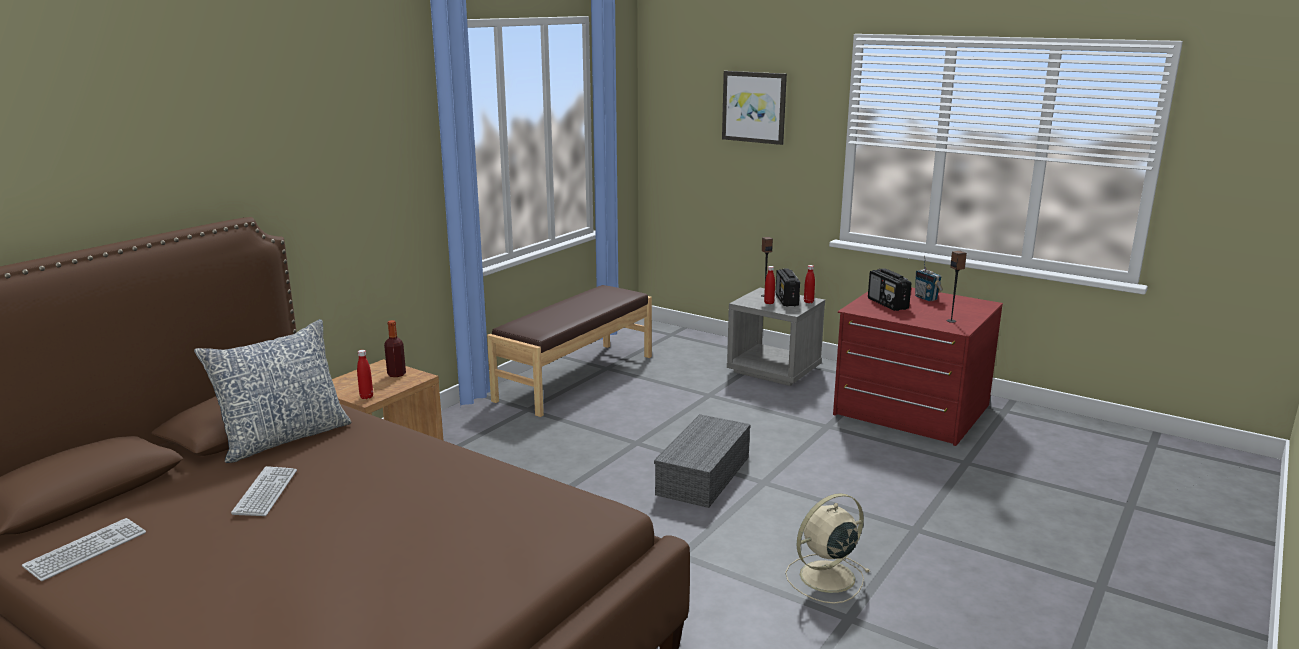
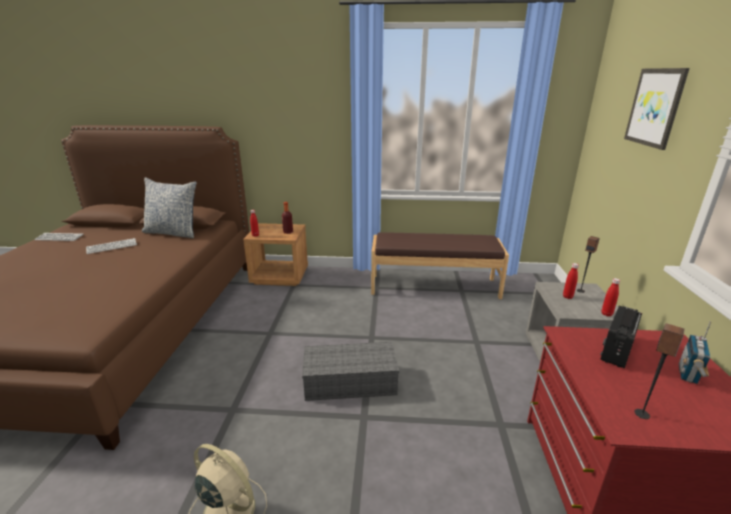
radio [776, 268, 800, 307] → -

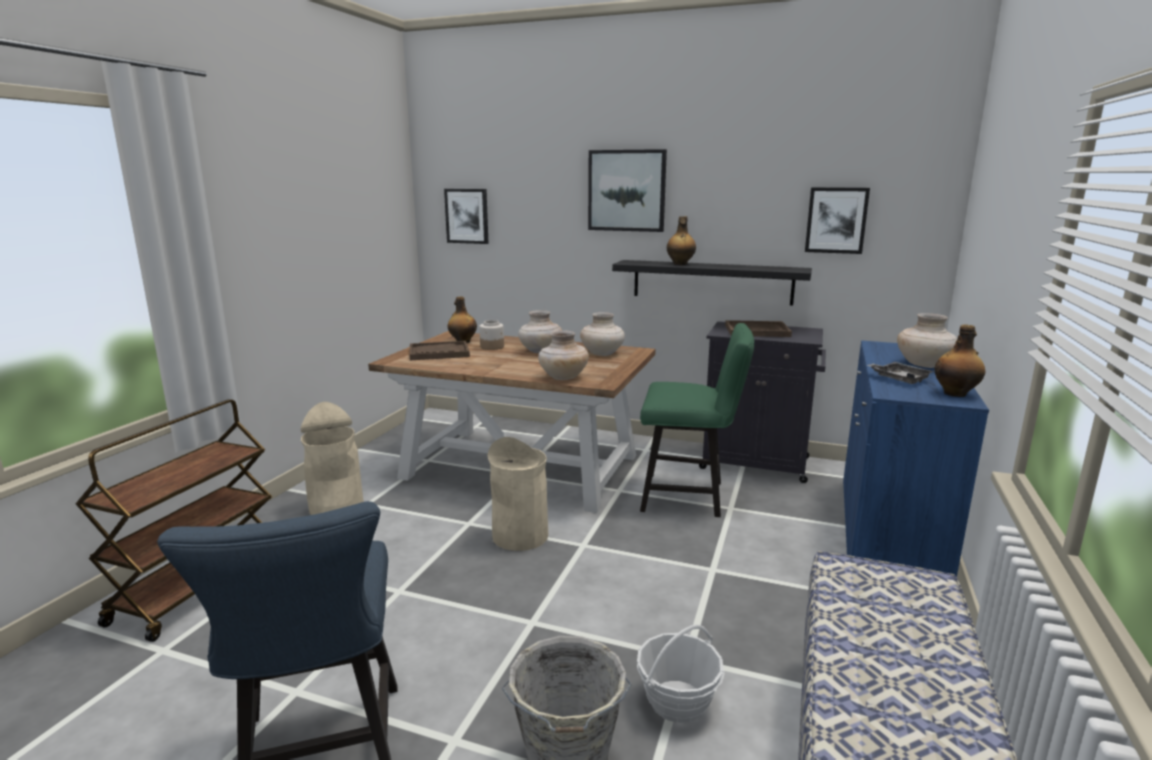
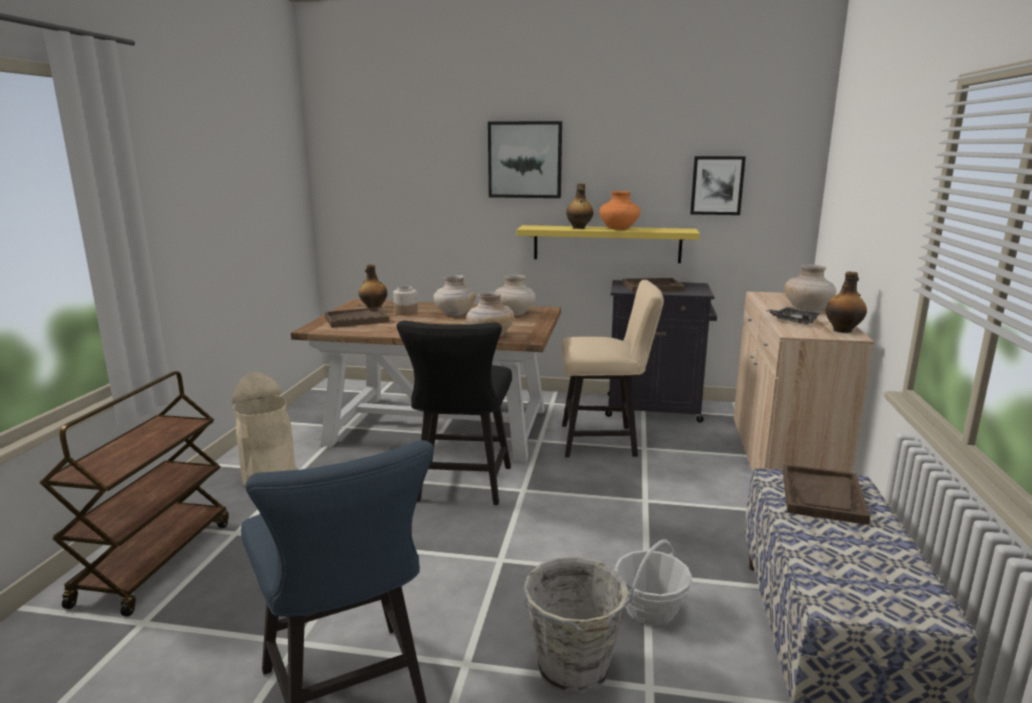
picture [444, 189, 489, 244] → -
beige trash can [488, 437, 548, 551] → black chair [397, 321, 512, 505]
black shelf [612, 260, 812, 306] → yellow shelf [516, 225, 700, 263]
green chair [640, 323, 754, 517] → beige chair [562, 280, 664, 458]
blue cabinet [843, 340, 989, 577] → beige cabinet [733, 292, 874, 473]
- → orange vase [599, 191, 640, 230]
- → brown tray [783, 464, 870, 525]

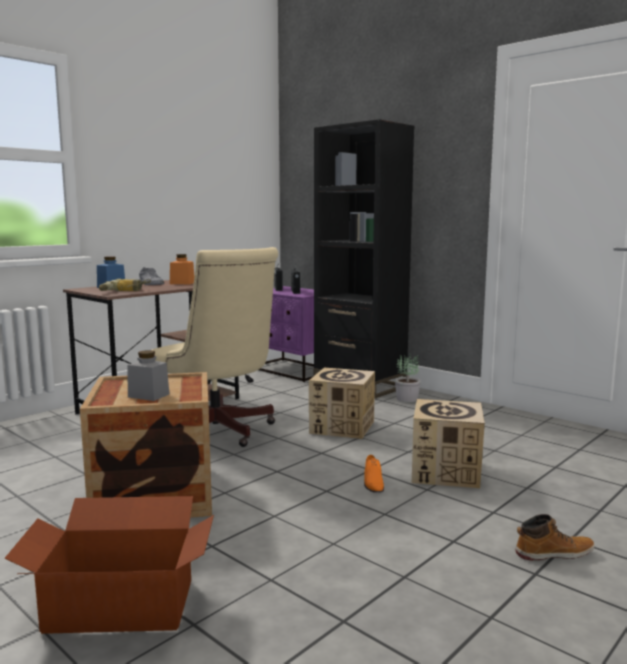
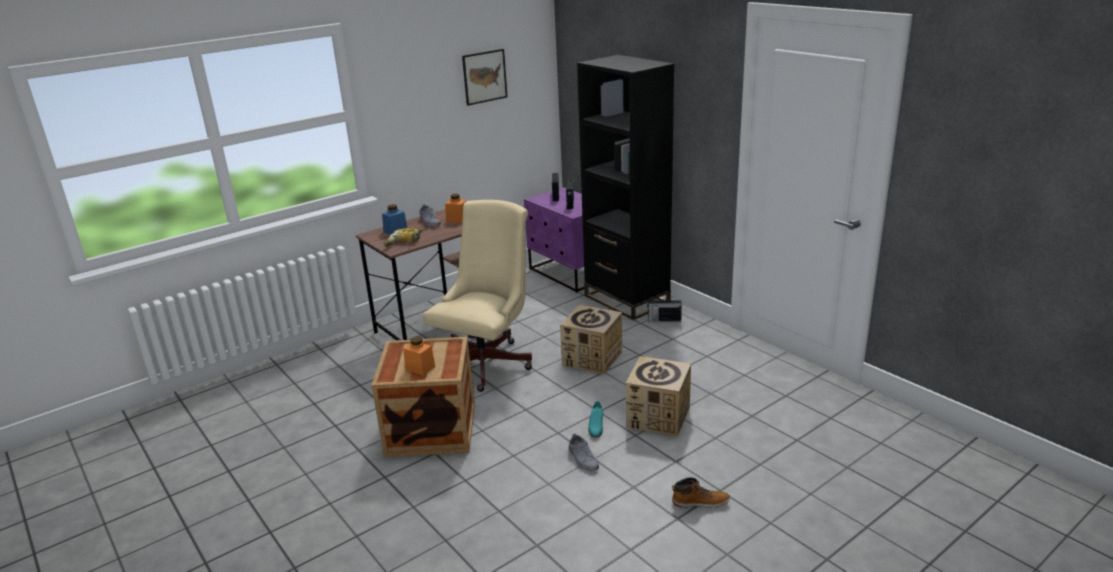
cardboard box [4, 496, 214, 634] → -
grey jar [128, 350, 170, 401] → orange jar [403, 337, 435, 376]
beige office chair [152, 247, 278, 447] → beige office chair [423, 200, 532, 392], 120 degrees counterclockwise
orange shoe [364, 455, 384, 493] → turquoise shoe [588, 402, 603, 438]
potted plant [395, 354, 421, 402] → radio [647, 296, 682, 323]
- → picture [462, 49, 508, 106]
- → grey shoe [569, 433, 599, 471]

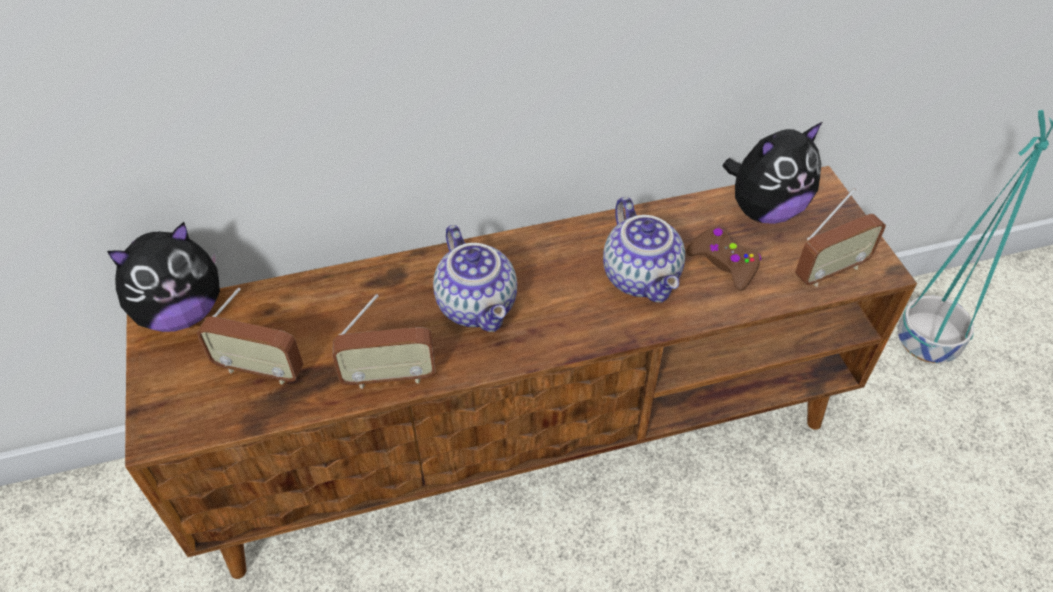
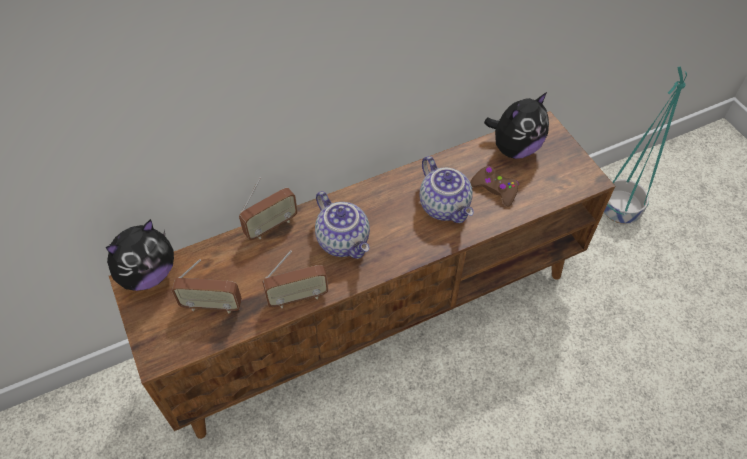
radio [795, 188, 886, 287] → radio [239, 178, 298, 240], moved

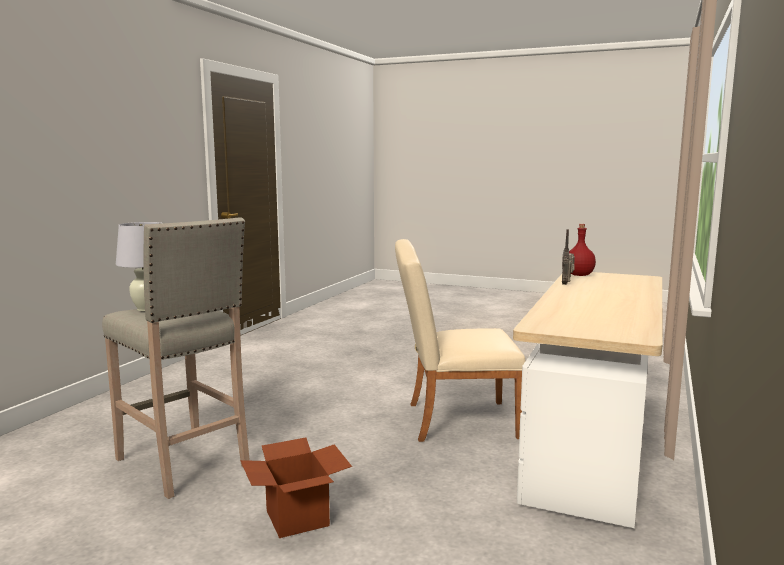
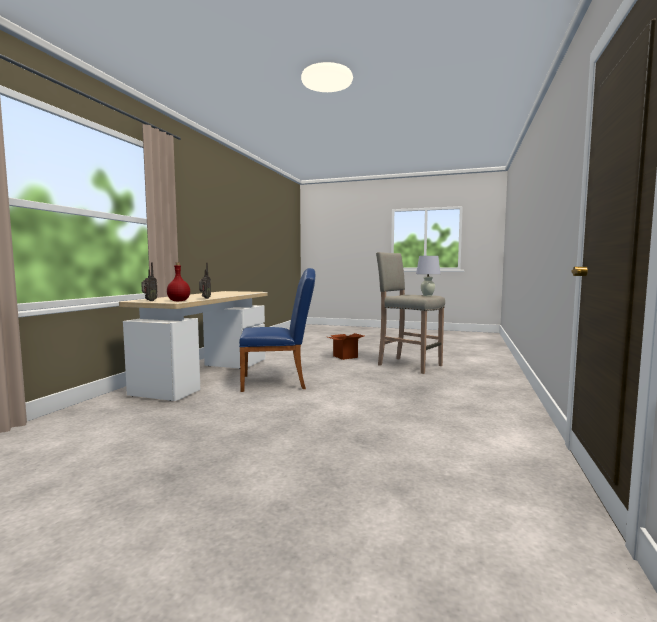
beige chair [395, 239, 526, 442] → blue chair [239, 268, 315, 392]
- → radio [141, 262, 158, 301]

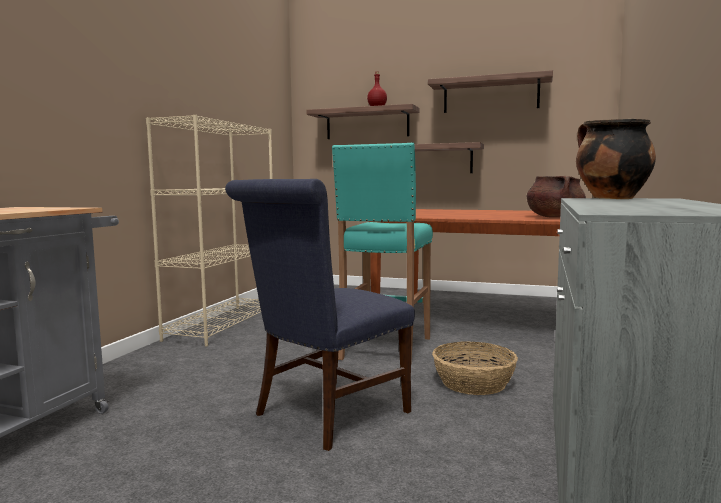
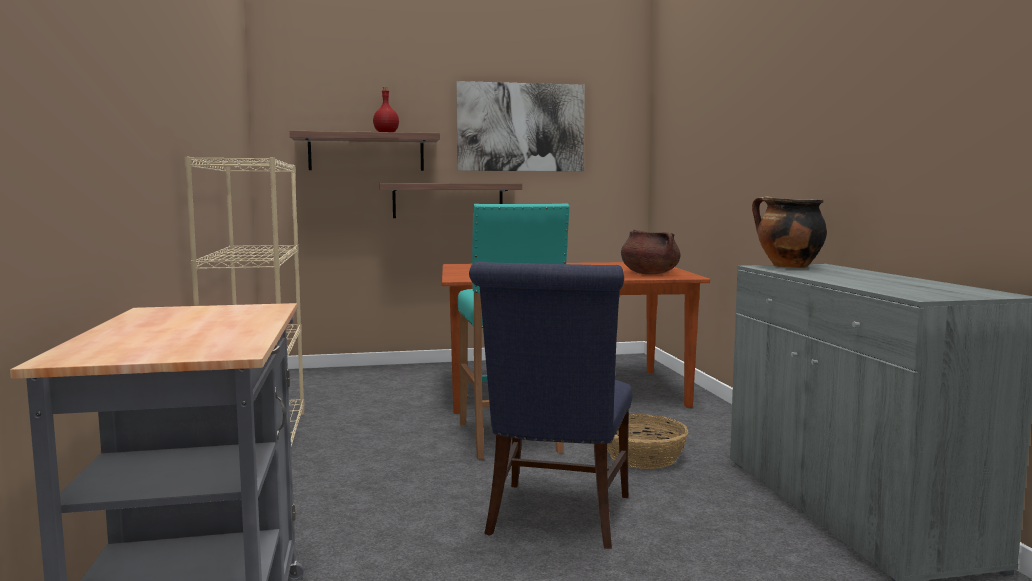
shelf [428, 70, 553, 113] → picture [456, 81, 585, 171]

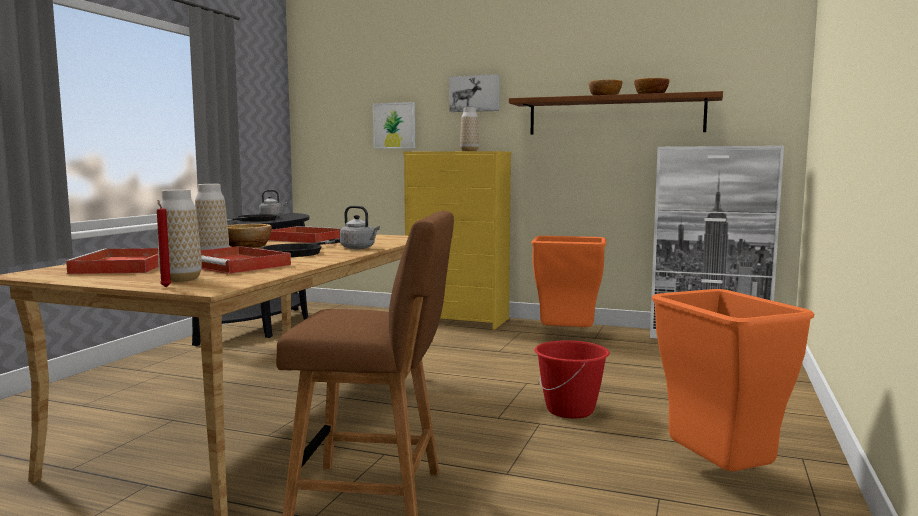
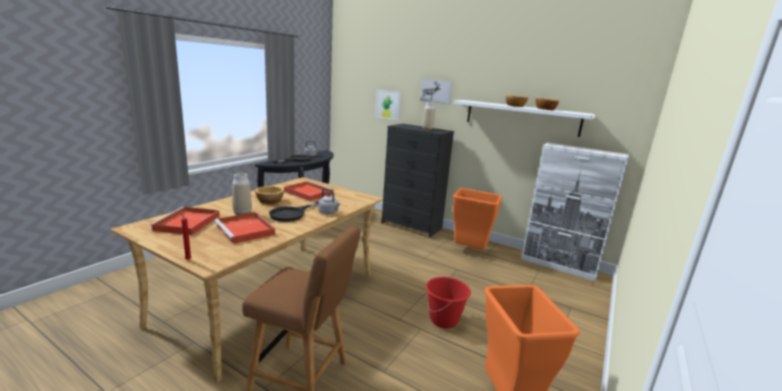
vase [158, 189, 202, 282] → -
yellow dresser [403, 151, 512, 330] → black dresser [382, 124, 454, 238]
brown shelf [509, 91, 723, 135] → white shelf [453, 100, 595, 137]

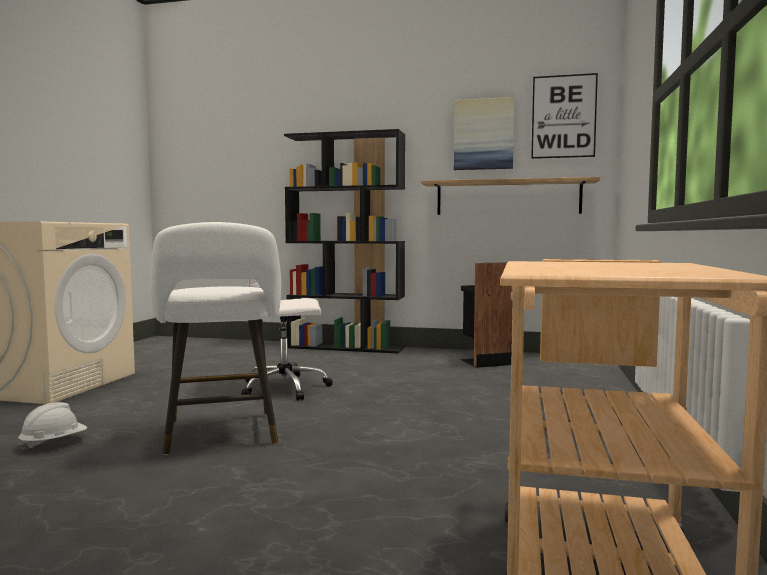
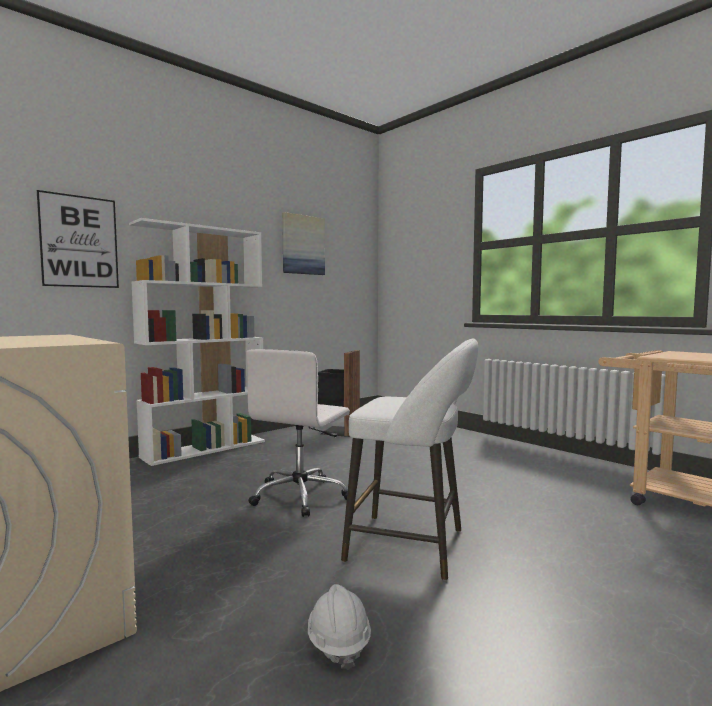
black bookcase [284, 129, 405, 353] → white bookcase [129, 218, 265, 466]
shelf [421, 177, 600, 215] → -
picture [531, 73, 598, 159] → picture [37, 190, 119, 288], moved

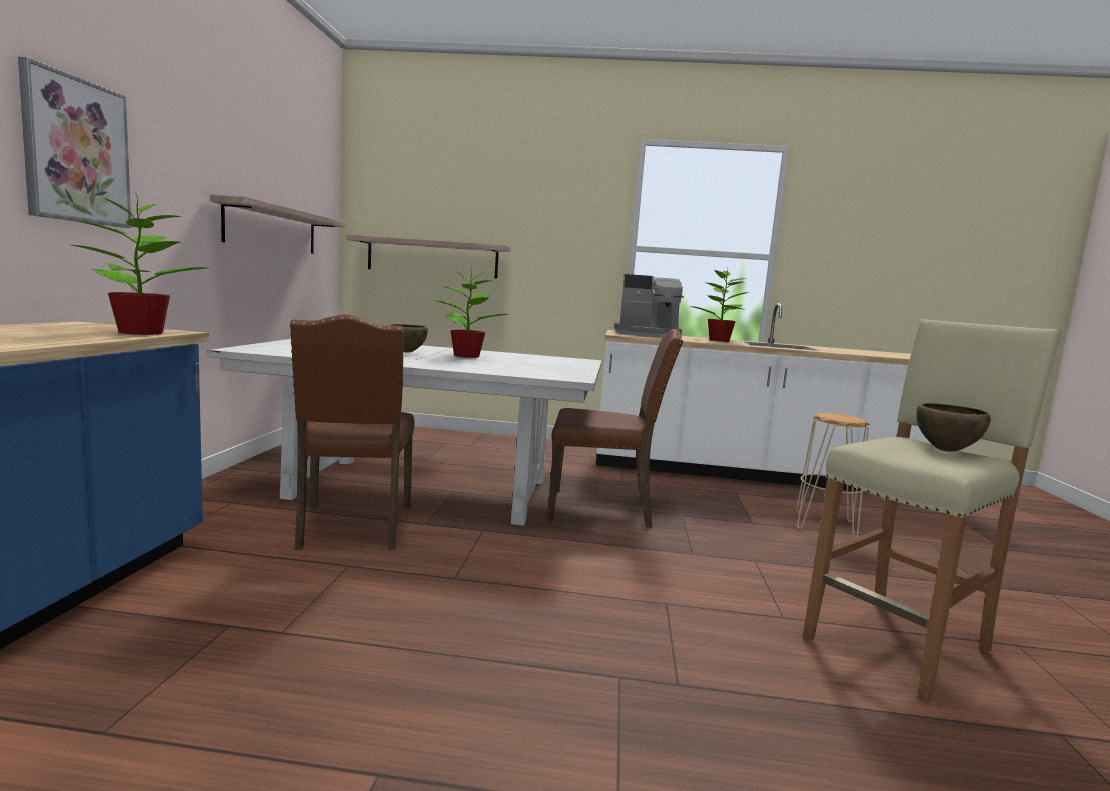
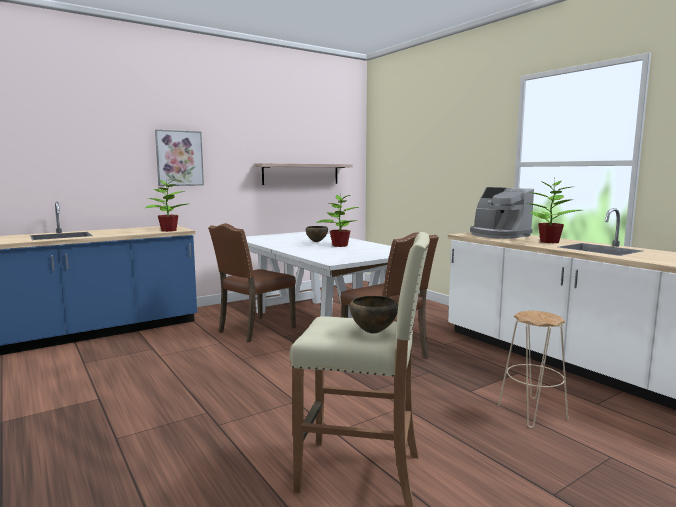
shelf [346, 235, 511, 278] → -

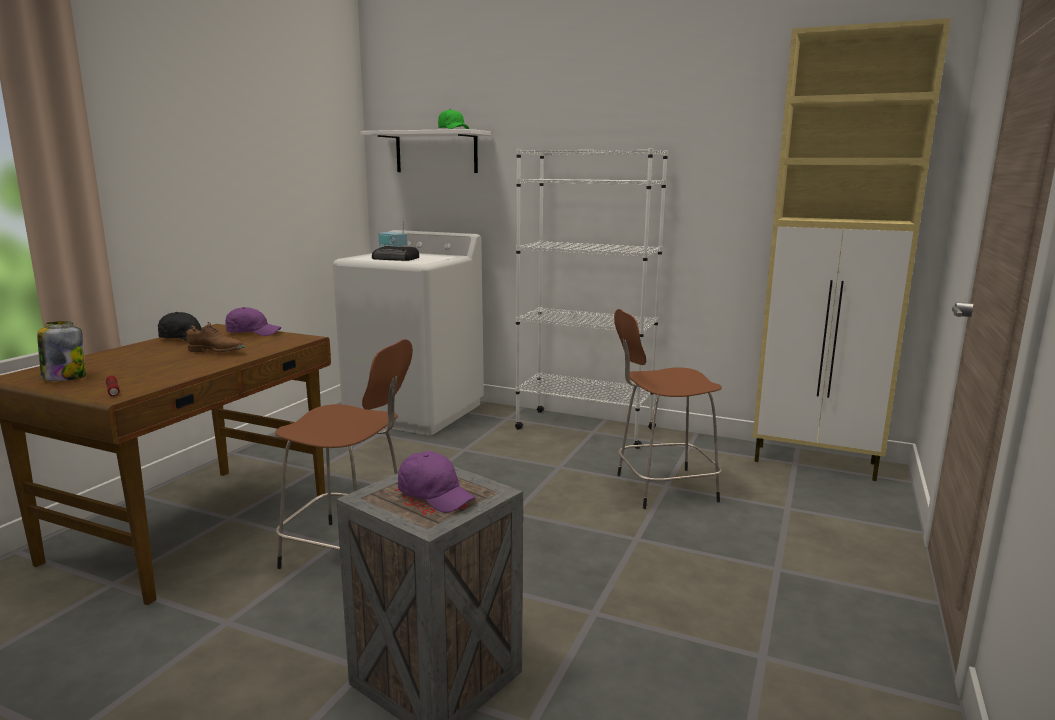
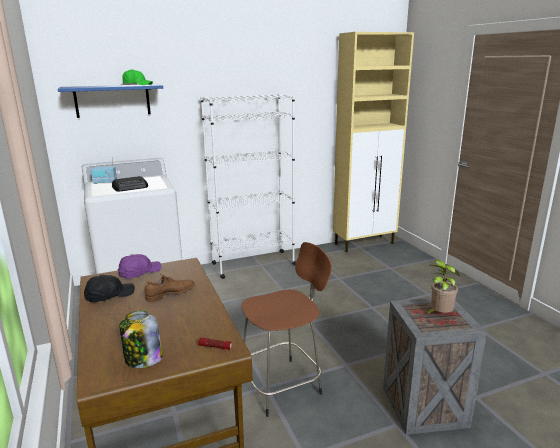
white shelf [360, 129, 491, 173] → blue shelf [58, 84, 163, 118]
purple cap [398, 451, 476, 513] → potted plant [426, 260, 460, 314]
brown stool [614, 309, 722, 509] → -

